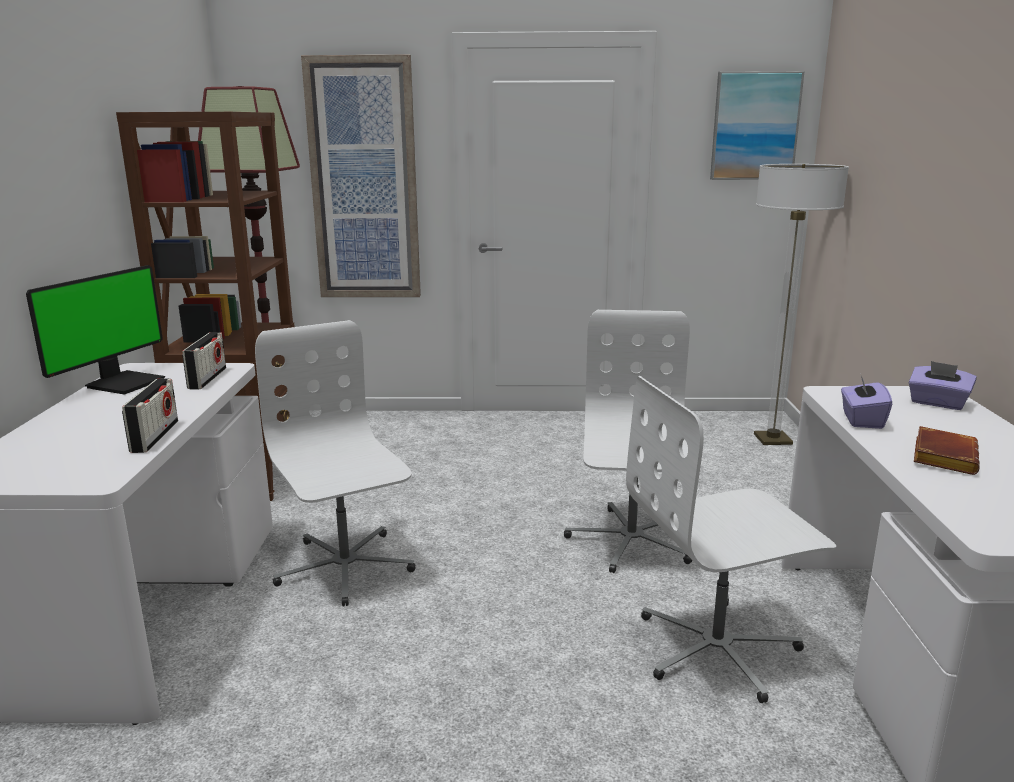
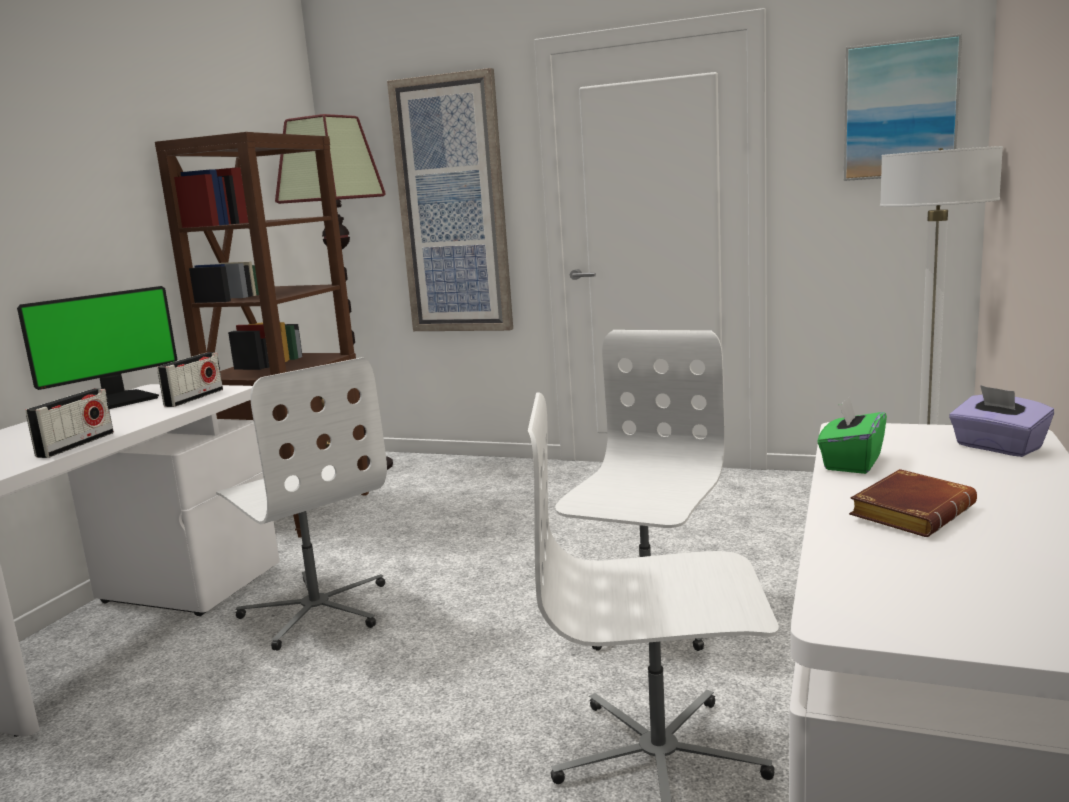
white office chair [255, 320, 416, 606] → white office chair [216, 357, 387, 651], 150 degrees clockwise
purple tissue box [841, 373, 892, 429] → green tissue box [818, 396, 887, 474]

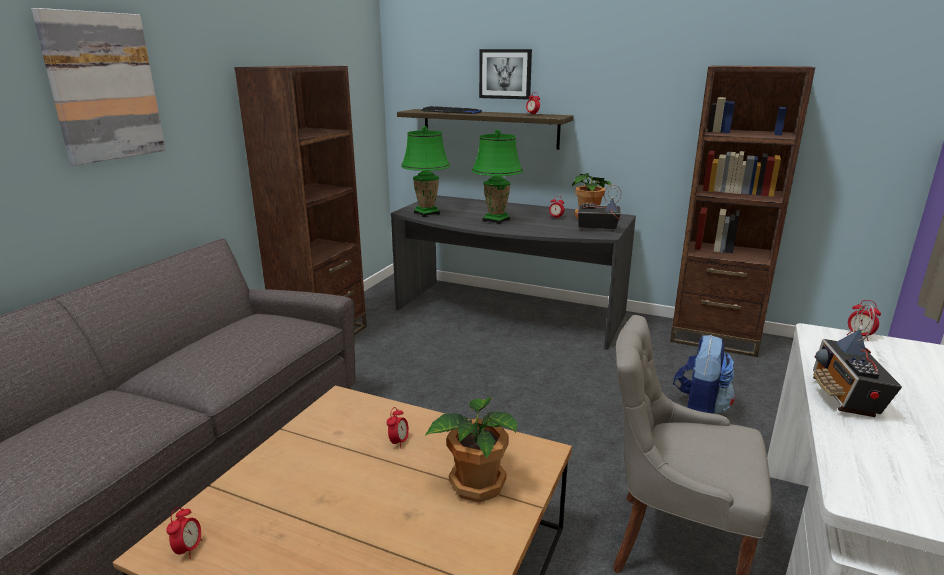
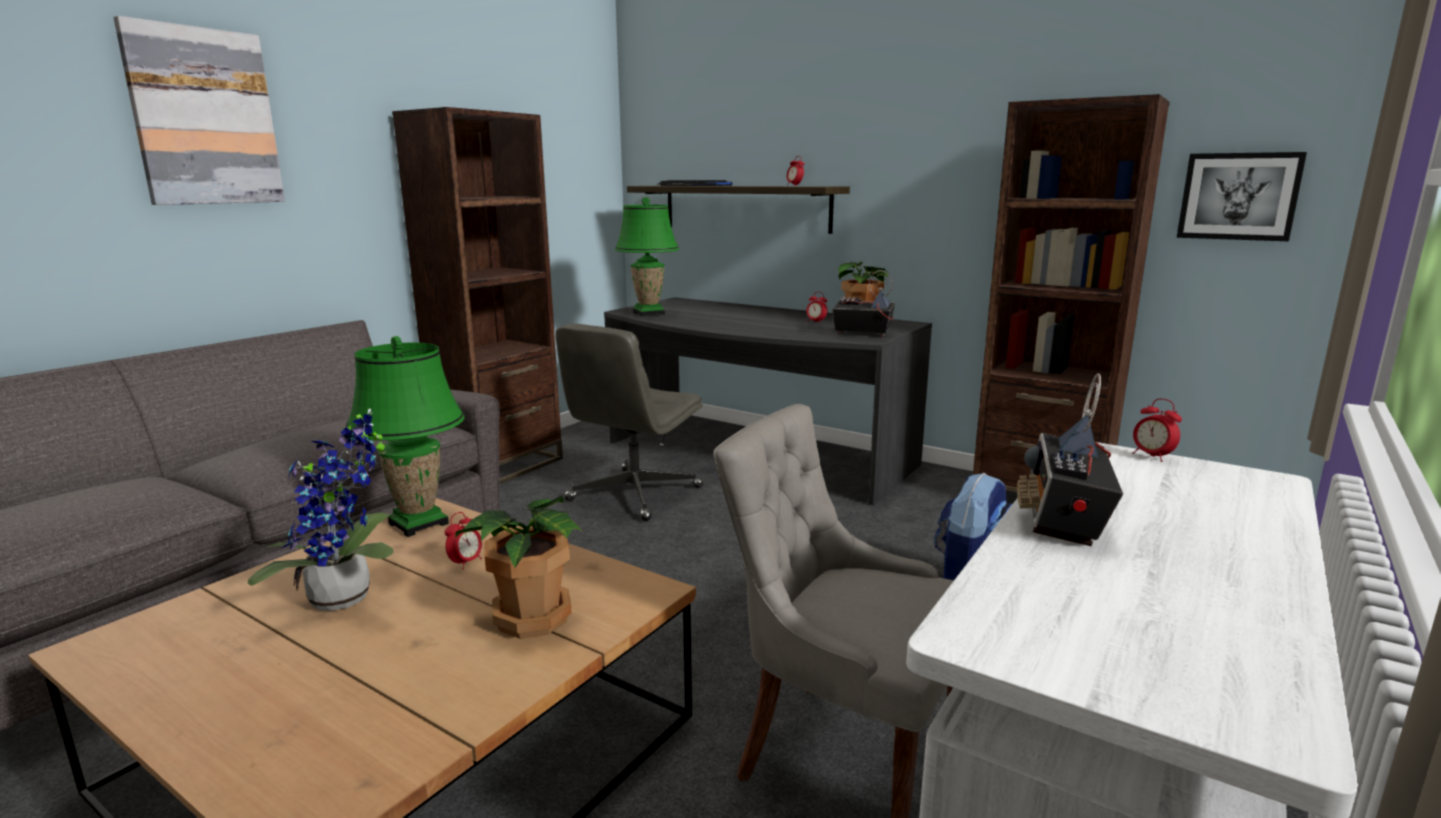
alarm clock [166, 507, 202, 559] → -
green table lamp [472, 129, 523, 224] → green table lamp [346, 336, 465, 537], moved
picture [479, 49, 532, 100] → picture [1177, 152, 1307, 241], moved
- → potted plant [248, 409, 398, 611]
- → grey office chair [555, 324, 703, 521]

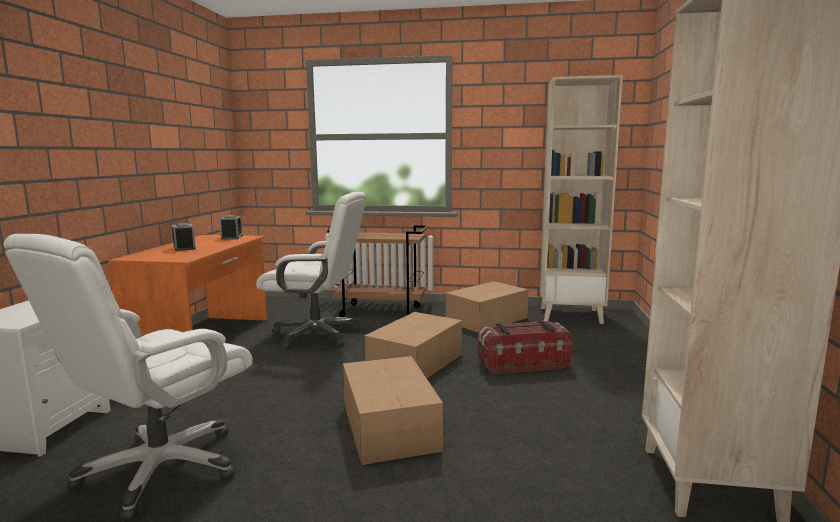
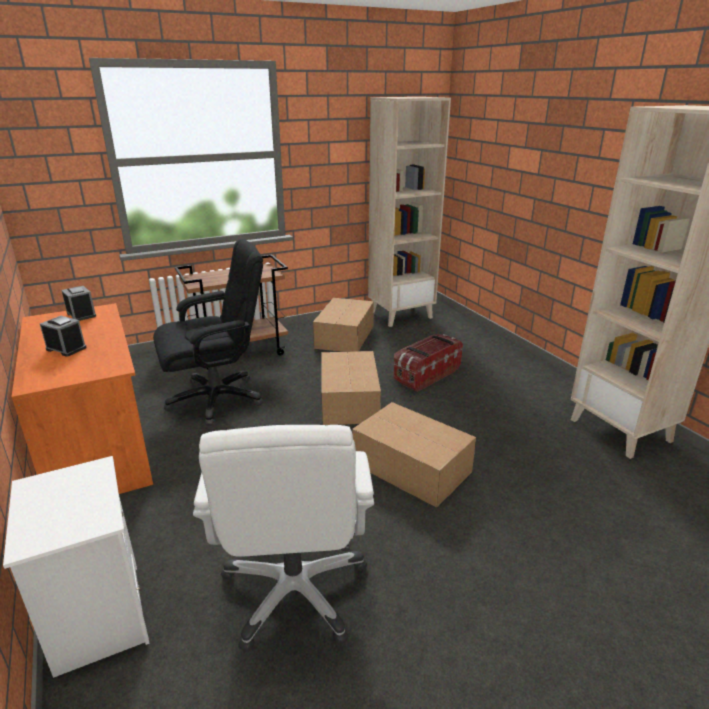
white office chair [256, 192, 366, 349] → black office chair [153, 239, 263, 426]

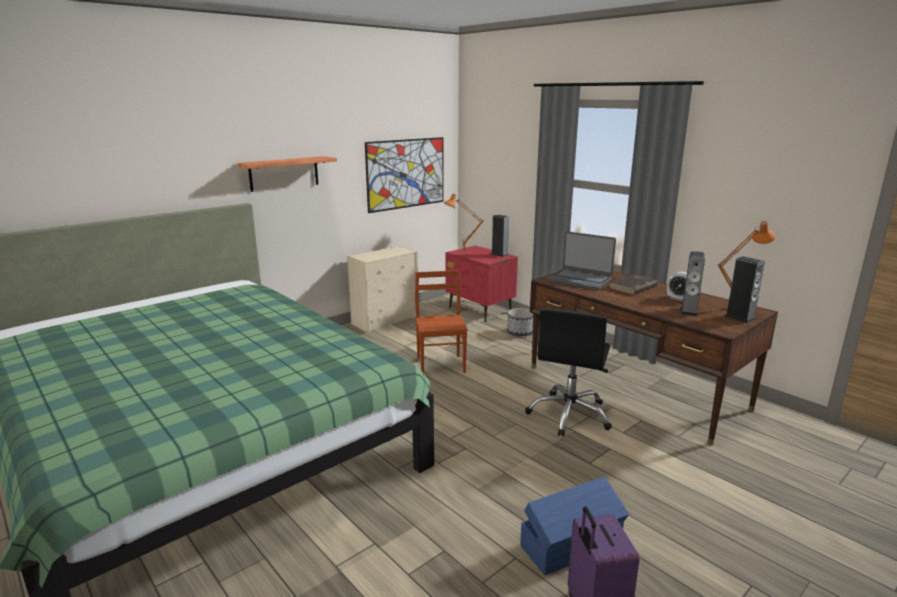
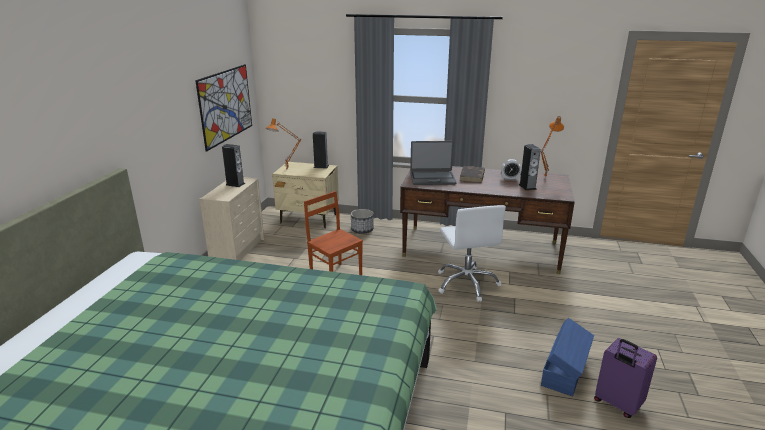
shelf [237, 156, 337, 192] → -
red nightstand [446, 246, 518, 322] → beige nightstand [272, 162, 339, 228]
black office chair [525, 308, 612, 437] → white office chair [438, 205, 506, 302]
speaker [725, 256, 765, 323] → speaker [222, 144, 245, 187], moved

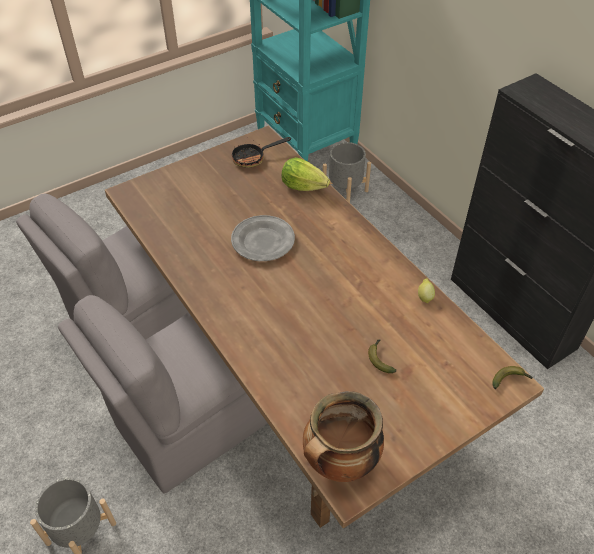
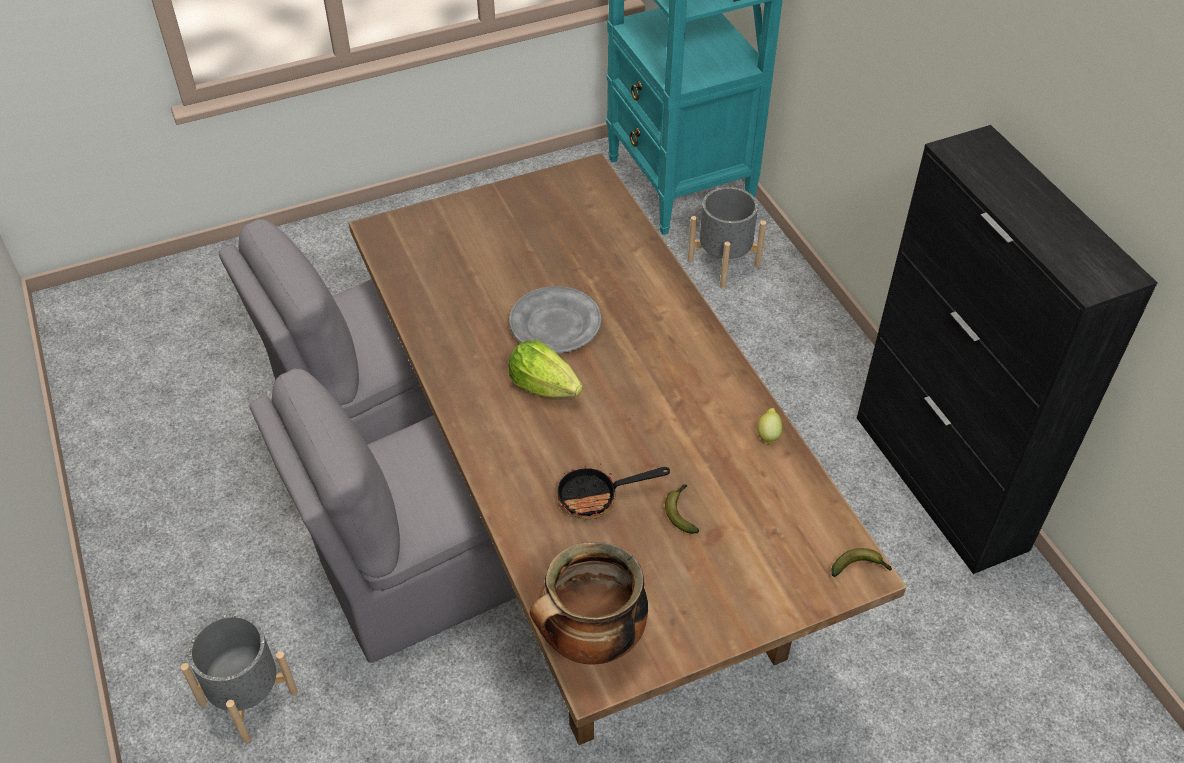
frying pan [232, 137, 291, 168] → frying pan [558, 463, 670, 519], moved
lettuce [281, 157, 330, 191] → lettuce [509, 340, 583, 398], moved

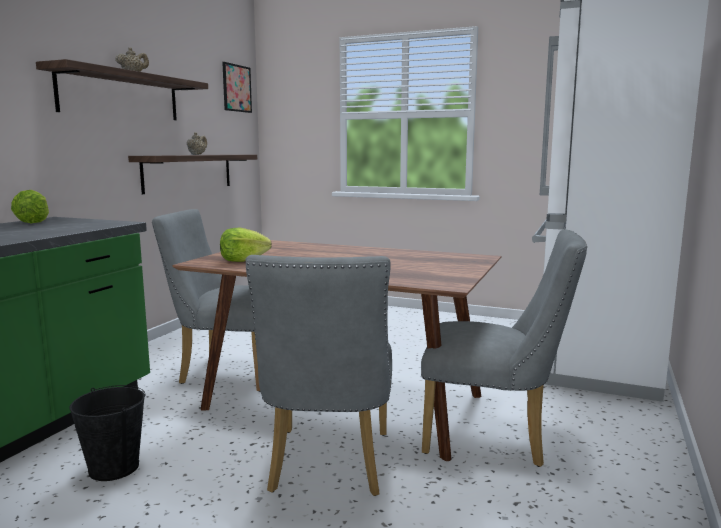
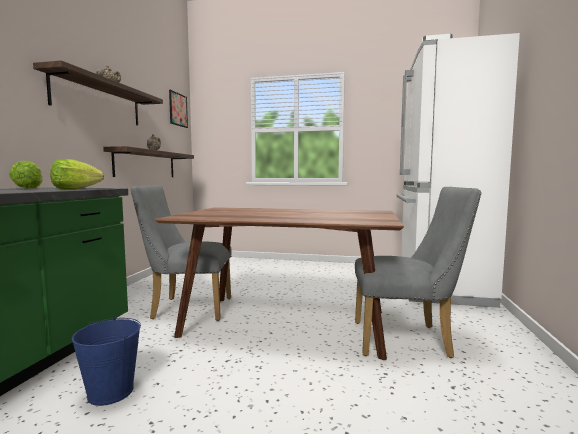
black bucket [69, 385, 145, 481] → blue bucket [72, 318, 141, 406]
lettuce [220, 228, 272, 262] → lettuce [50, 159, 104, 190], moved
grey chair [246, 255, 392, 496] → -

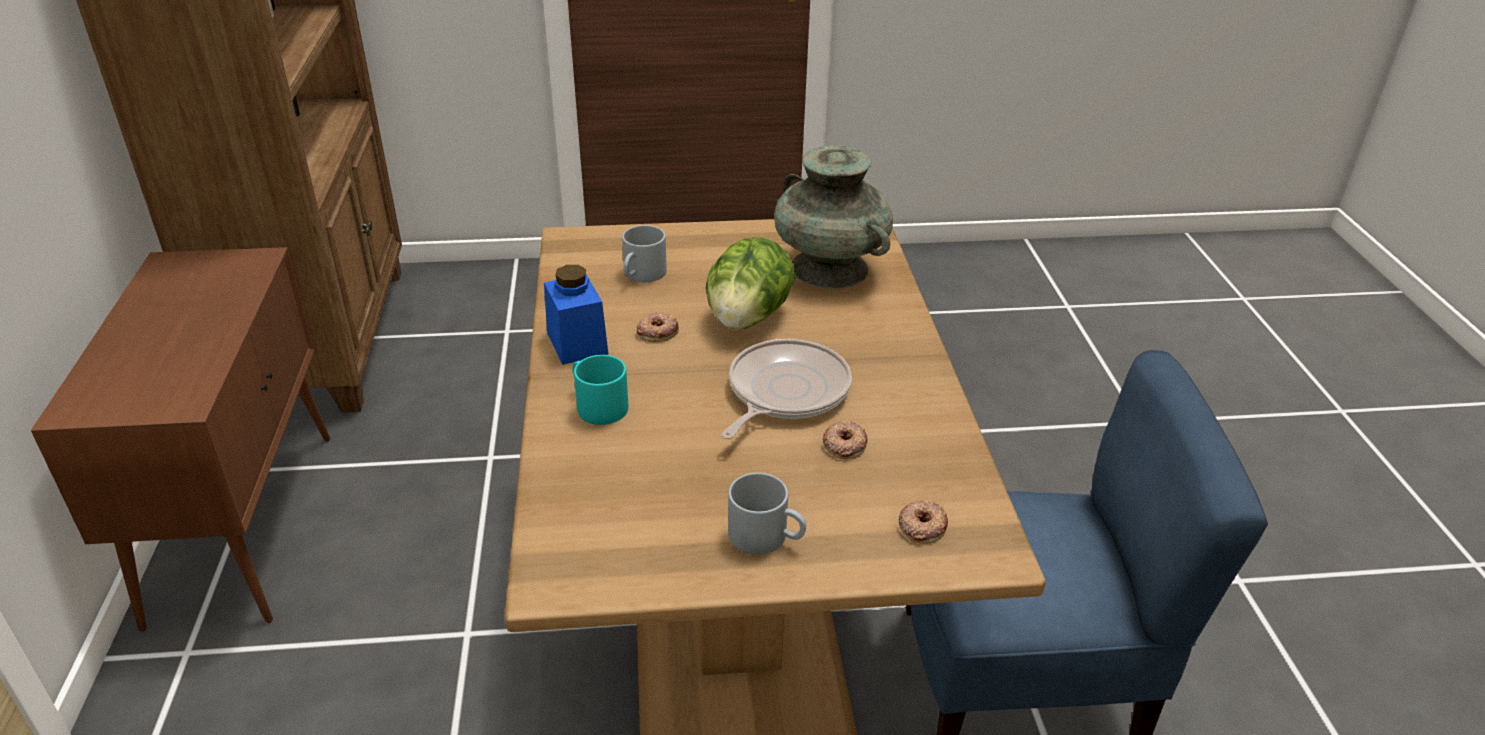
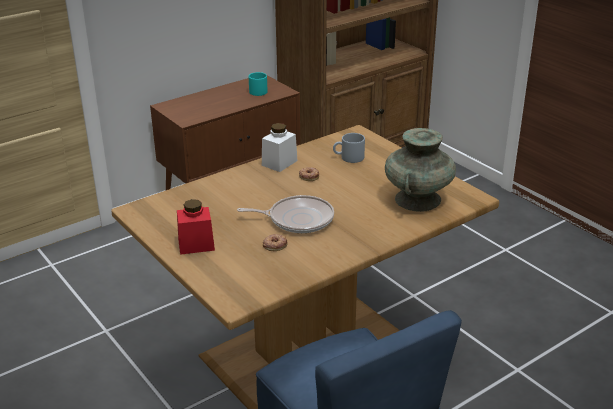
blue jar [544, 265, 609, 365] → white jar [262, 123, 298, 172]
turquoise mug [572, 355, 628, 425] → turquoise mug [249, 72, 267, 96], moved
lettuce [706, 237, 796, 329] → -
grey mug [728, 473, 806, 555] → red jar [177, 199, 215, 255]
donut [899, 500, 948, 544] → -

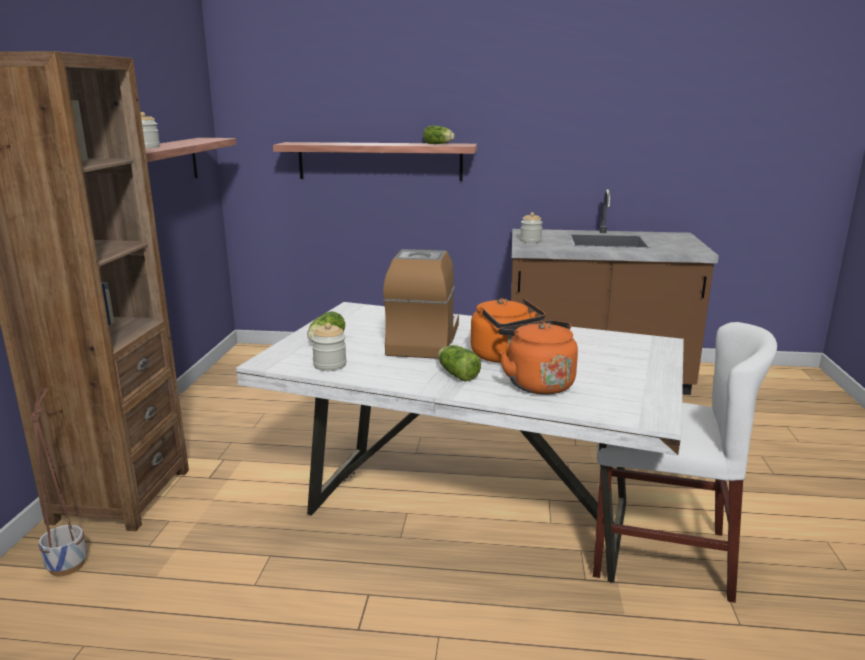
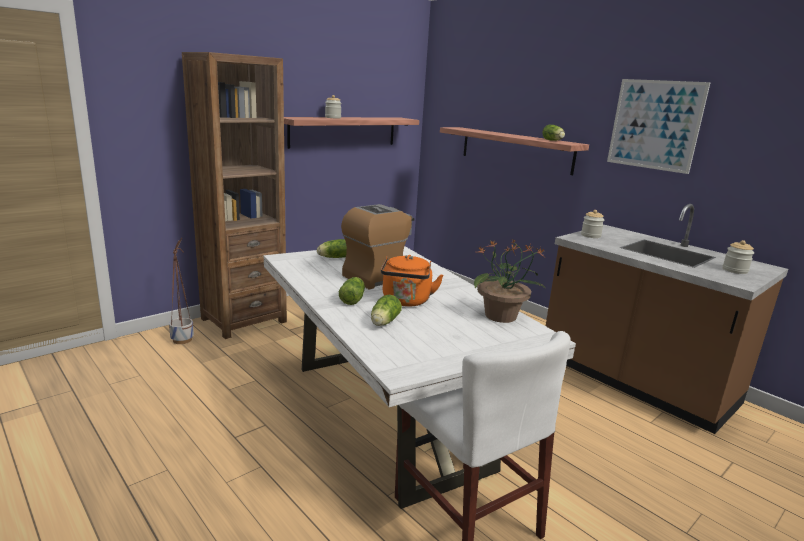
jar [312, 323, 347, 371] → jar [723, 240, 754, 274], moved
orange kettle [499, 320, 578, 395] → lettuce [371, 295, 402, 326]
- → potted plant [474, 239, 546, 323]
- → picture [607, 79, 711, 174]

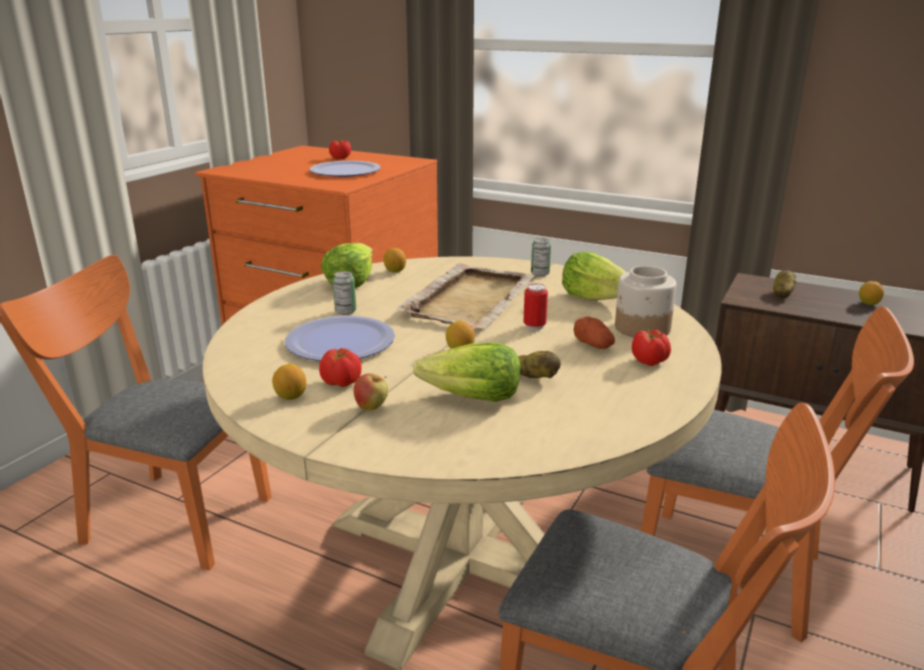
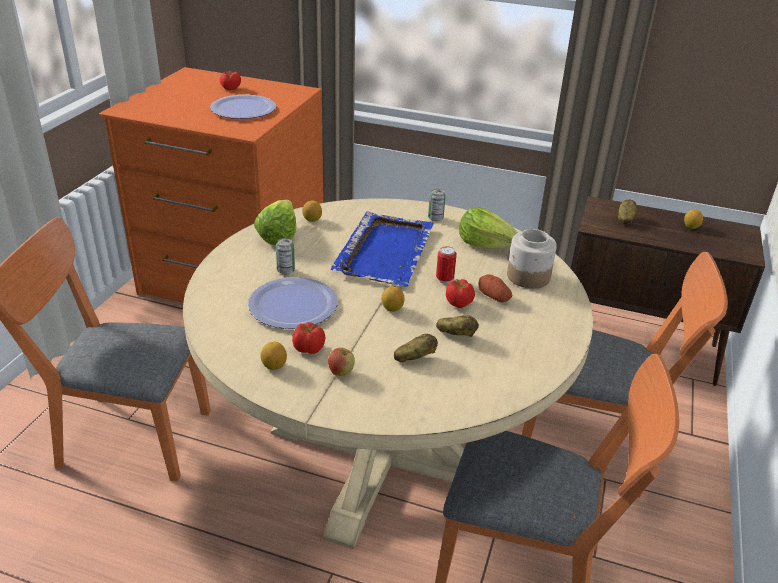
beige tray [396, 263, 535, 329] → blue tray [331, 212, 434, 287]
lettuce [413, 342, 521, 402] → potato [394, 334, 438, 362]
tomato [632, 329, 671, 366] → tomato [446, 279, 475, 308], moved

